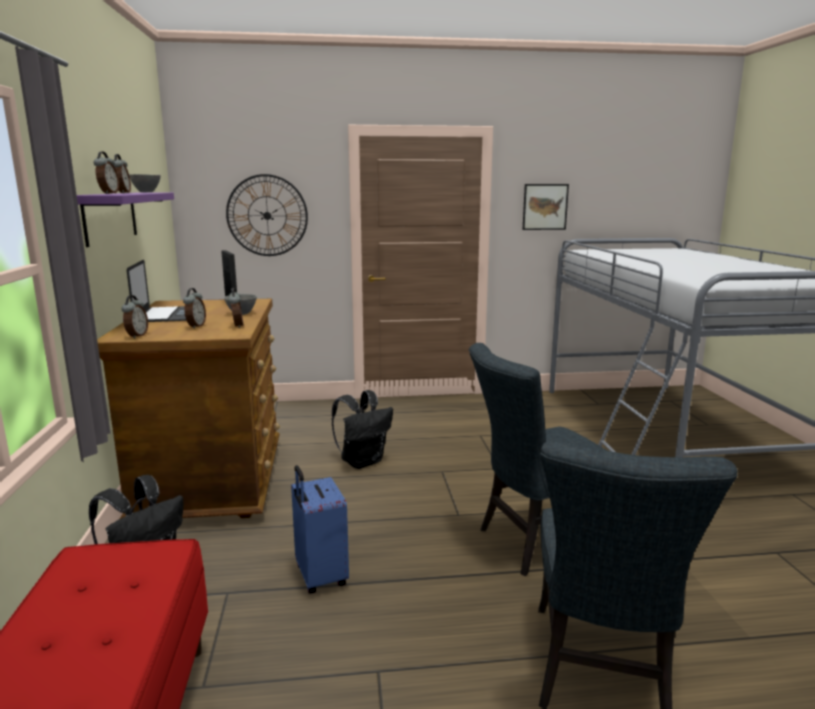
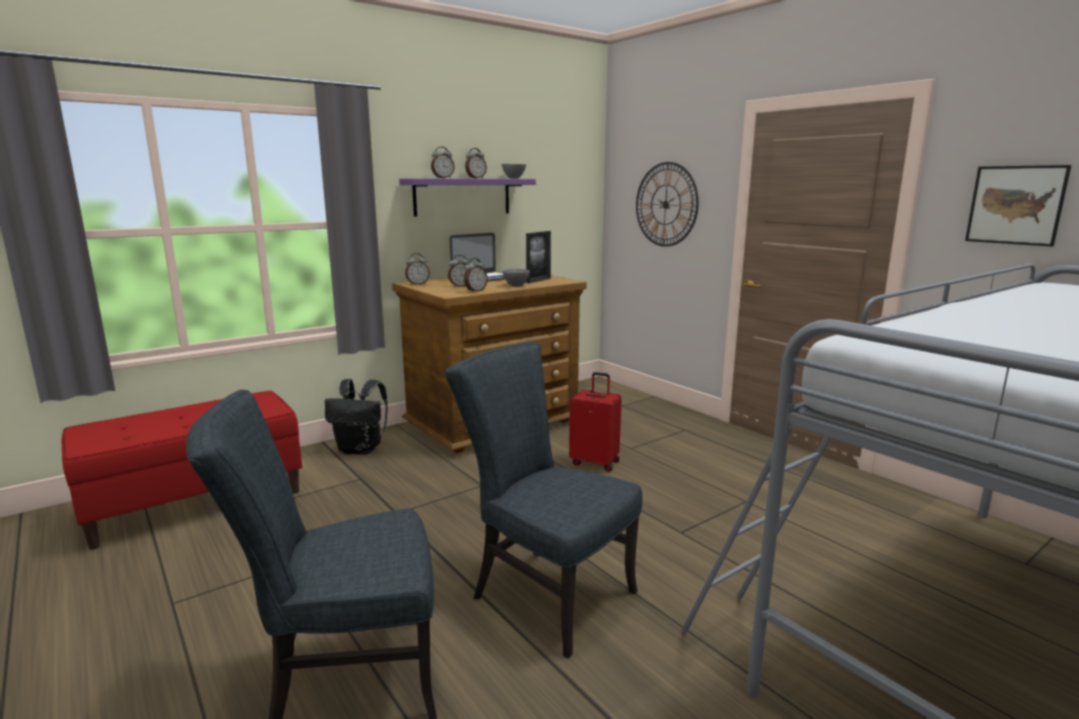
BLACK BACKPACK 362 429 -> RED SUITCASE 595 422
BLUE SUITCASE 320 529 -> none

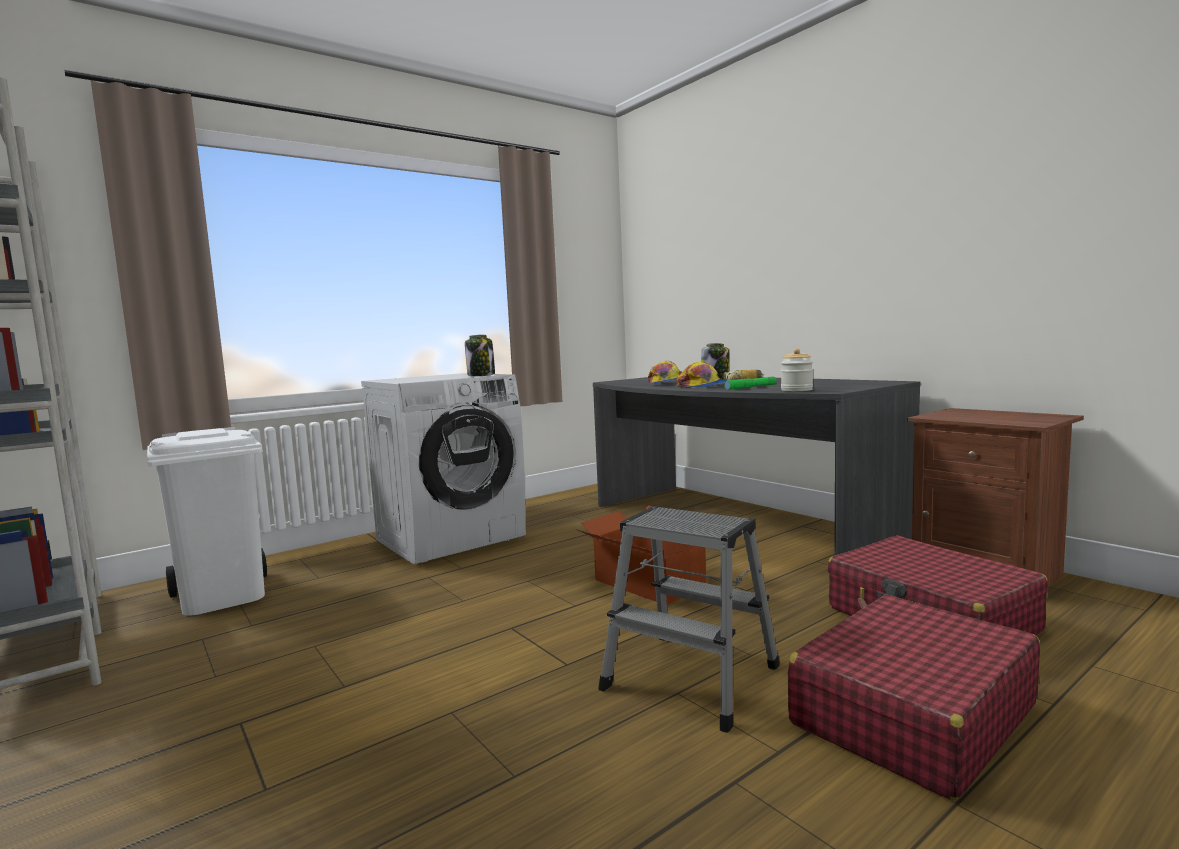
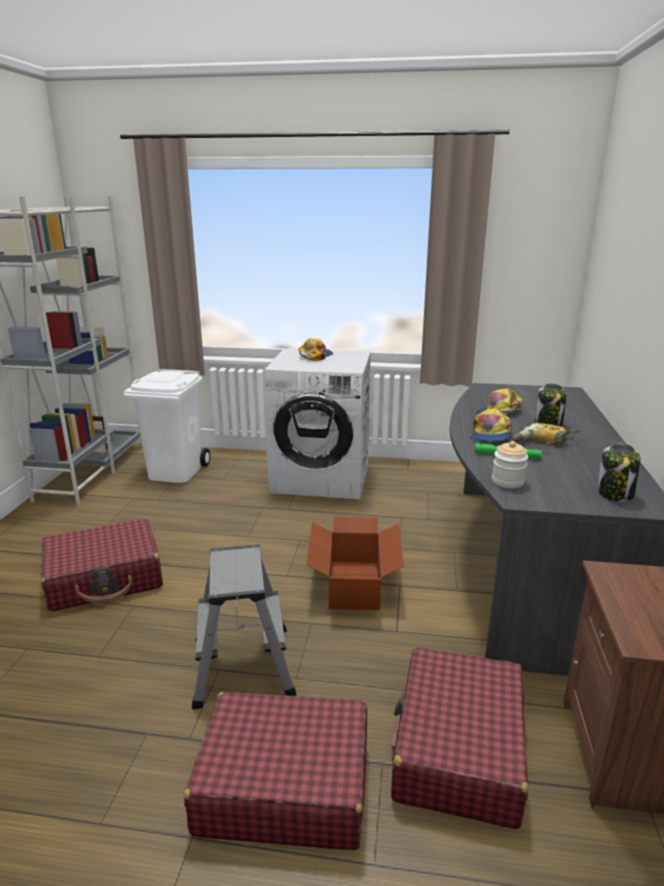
JAR 480 355 -> JAR 619 472, move
none -> CAP 316 349
none -> RED SUITCASE 102 564

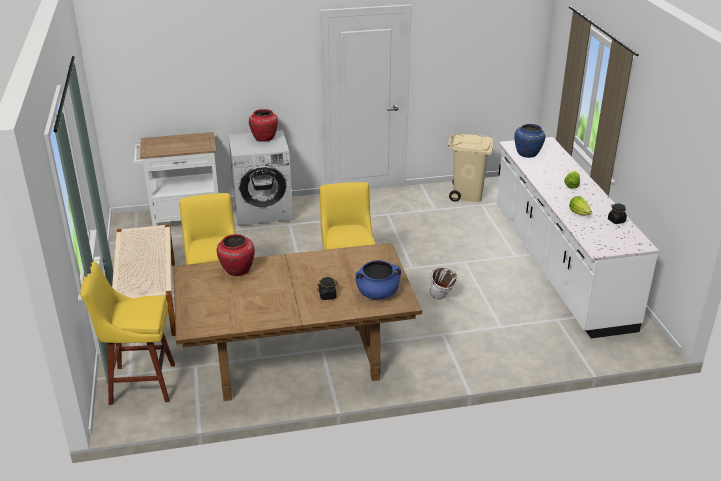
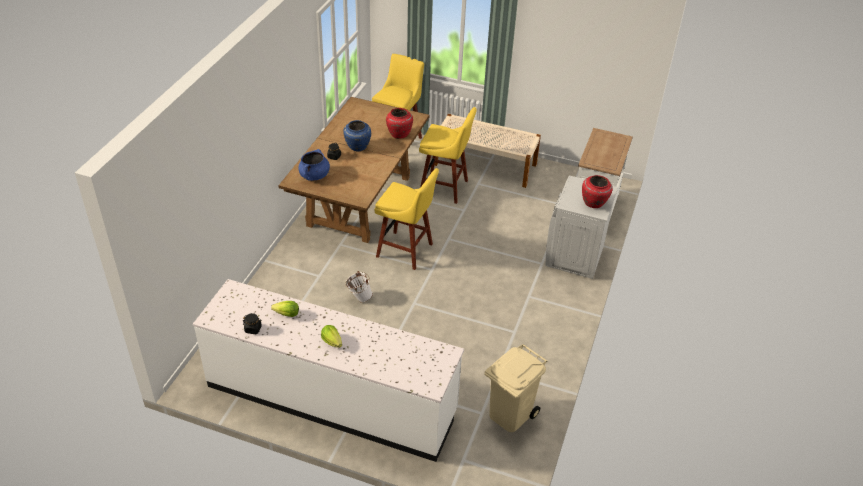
BLUE VASE 529 141 -> BLUE VASE 357 135, move

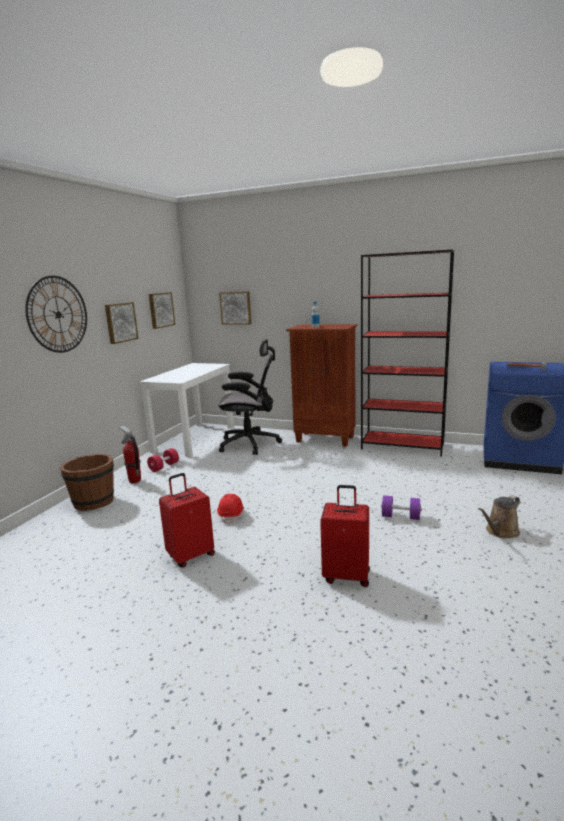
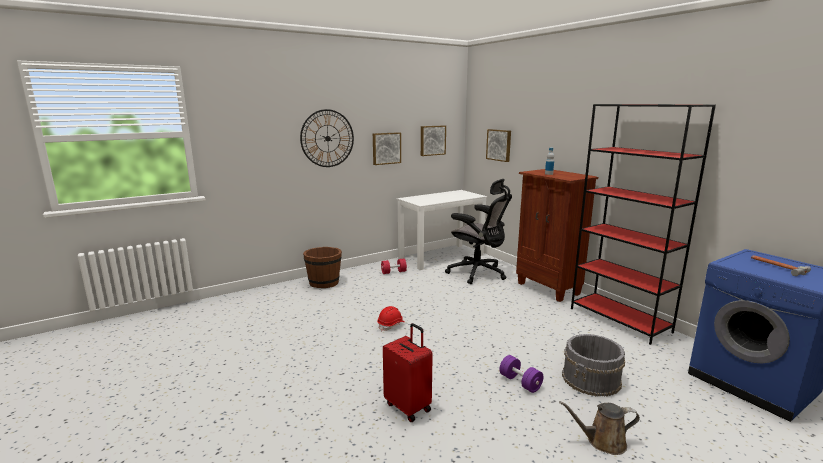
FIRE EXTINGUISHER 129 454 -> none
RED SUITCASE 187 520 -> none
none -> GREY BUCKET 593 365

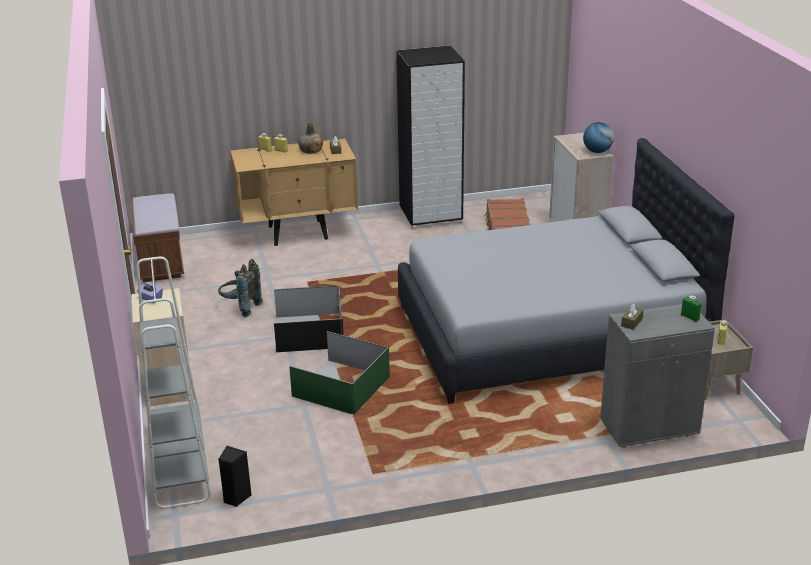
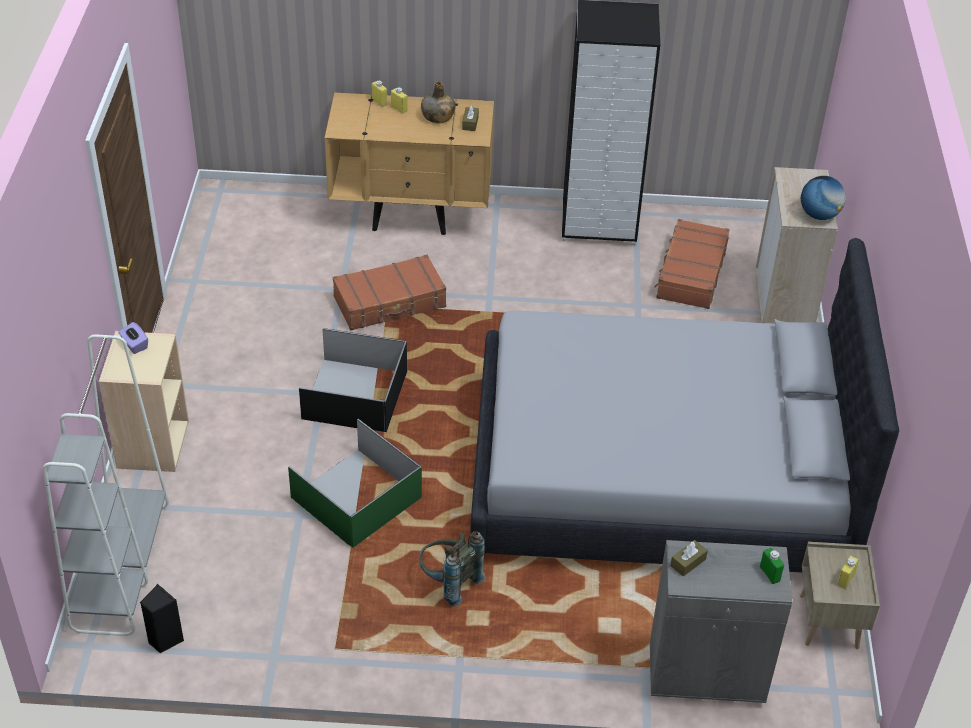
BROWN BENCH 157 237 -> none
GREY BACKPACK 240 288 -> GREY BACKPACK 452 569, move
none -> BROWN SUITCASE 389 292

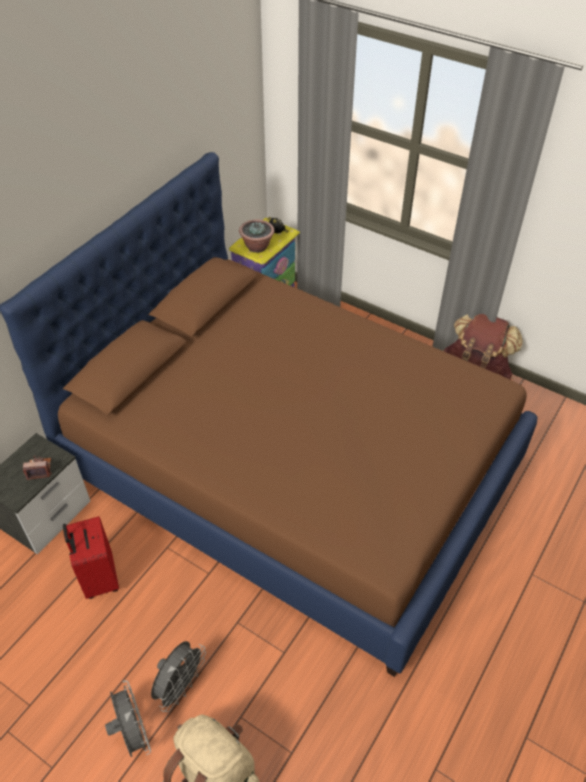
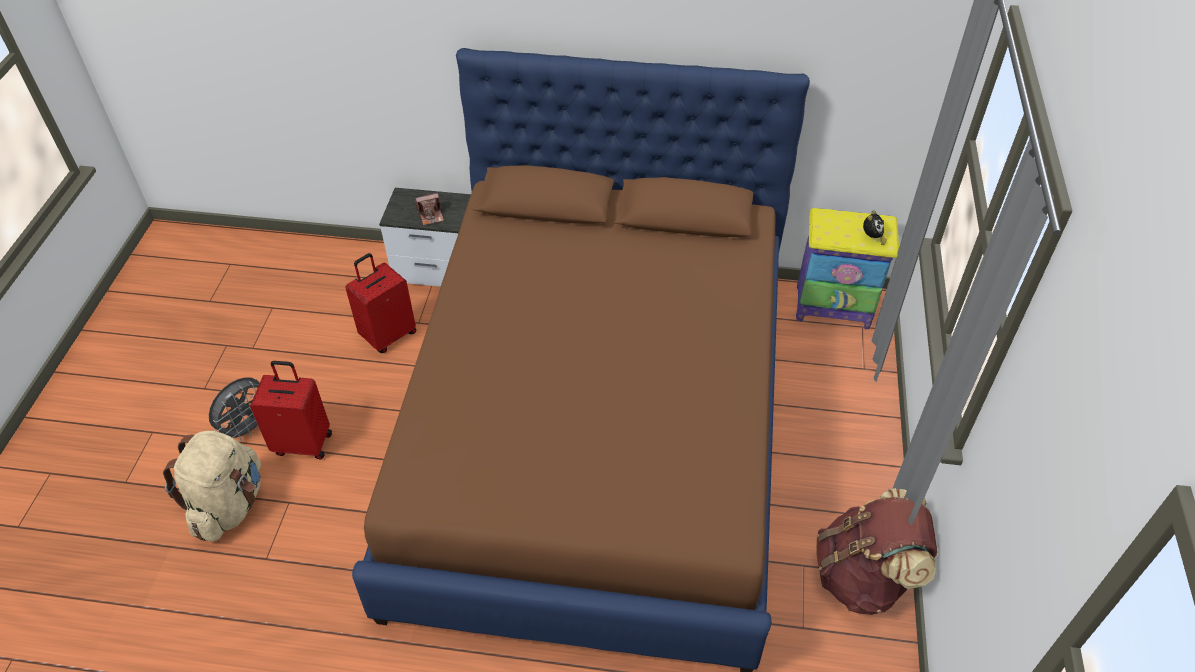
POTTED PLANT 256 236 -> none
PHOTO CAMERA 37 468 -> PHOTO CAMERA 429 208, 105 degrees clockwise
GREY FAN 178 676 -> RED SUITCASE 291 410

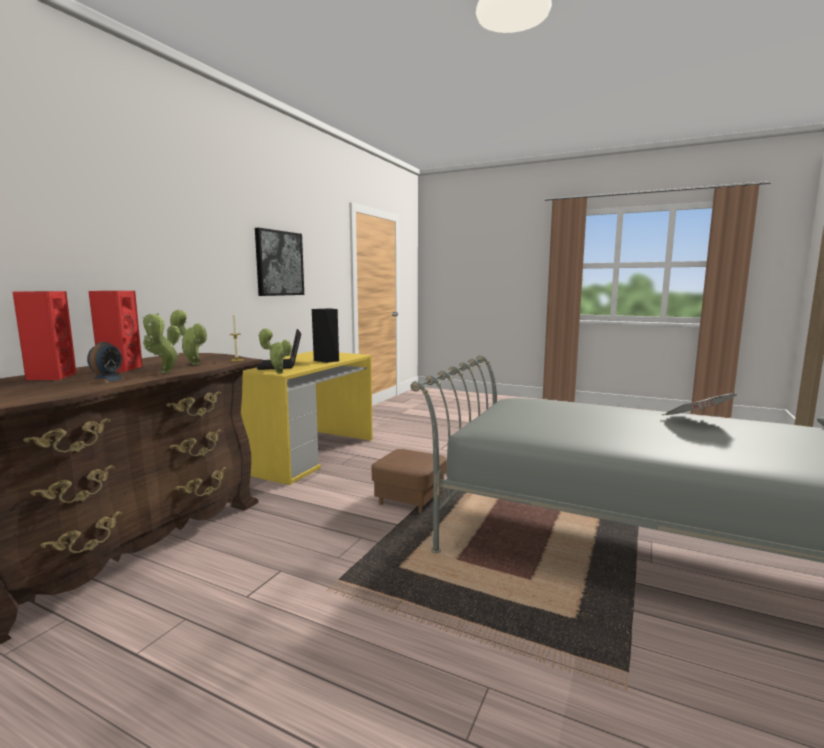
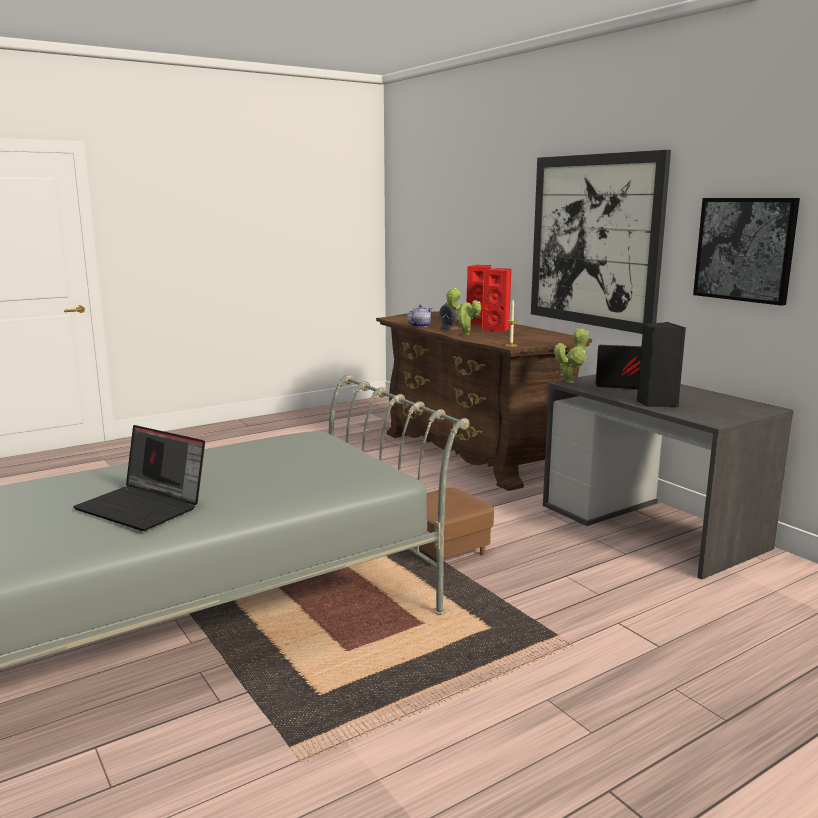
POTTED PLANT 188 337 -> none
YELLOW DESK 307 418 -> GREY DESK 668 476
NEWSPAPER 699 404 -> LAPTOP 139 478
none -> PICTURE 601 242
none -> TEAPOT 420 316

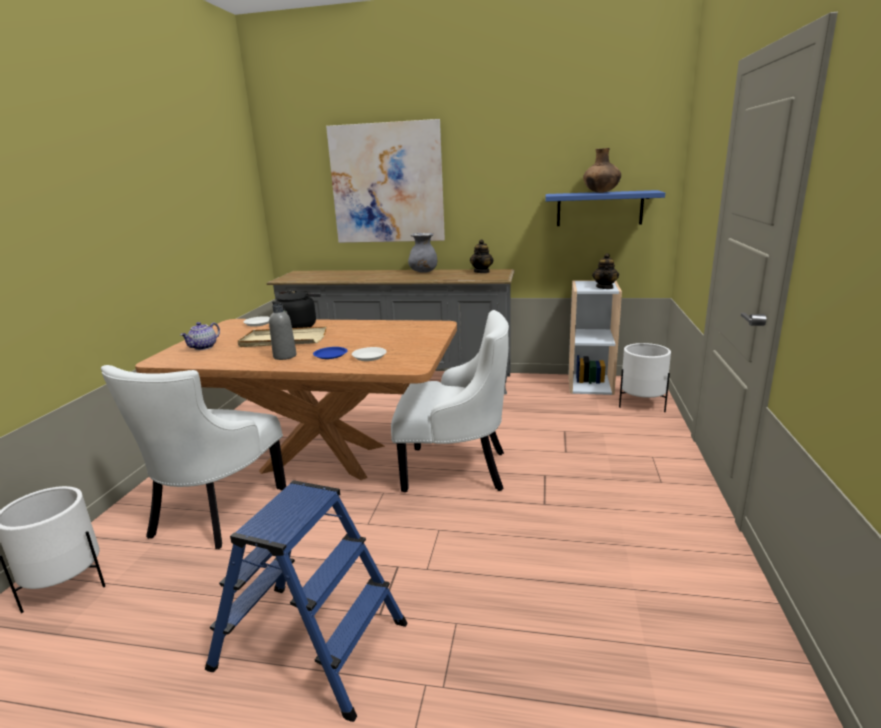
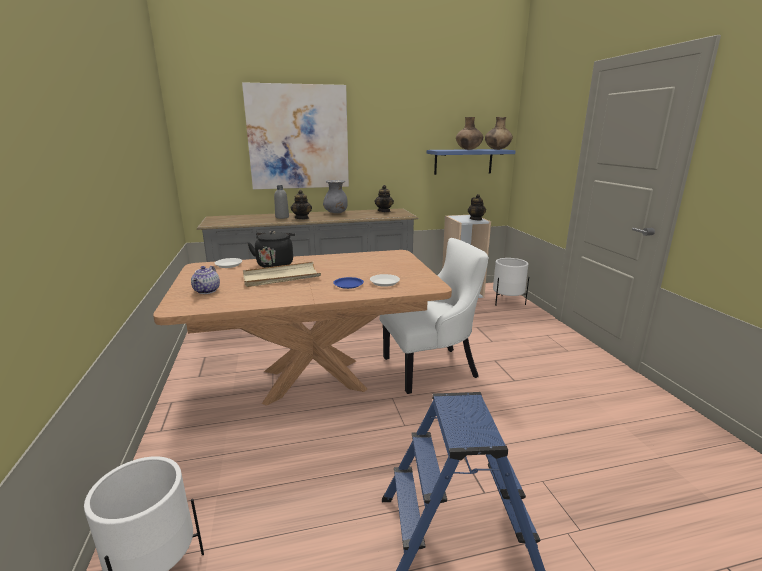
GREY BOTTLE 283 332 -> GREY BOTTLE 281 202, move
WHITE CHAIR 193 457 -> none
none -> BROWN VASE 499 133
none -> TEAPOT 301 204

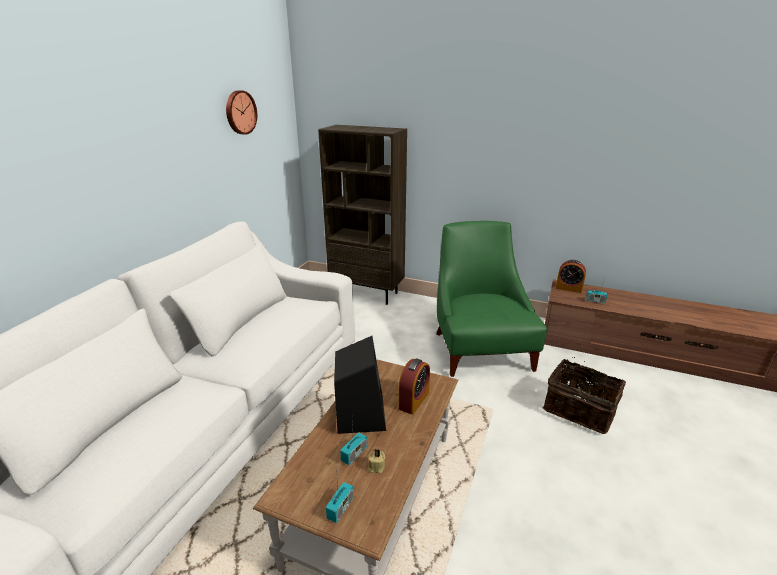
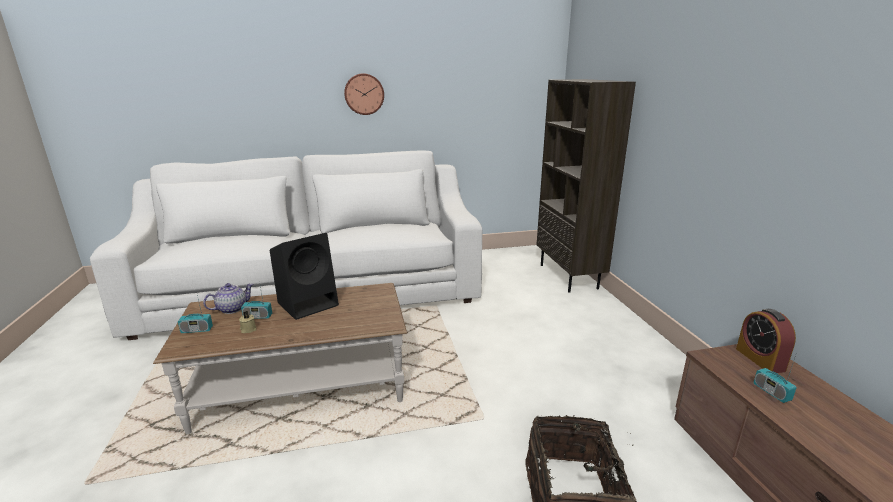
WALL CLOCK 241 112 -> WALL CLOCK 364 94, move
GREEN ARMCHAIR 491 299 -> none
ALARM CLOCK 414 386 -> none
none -> TEAPOT 228 298

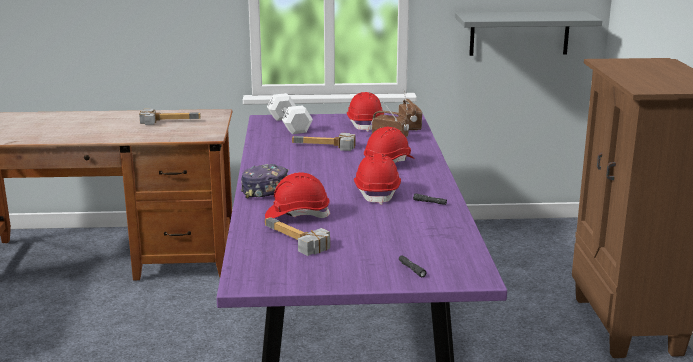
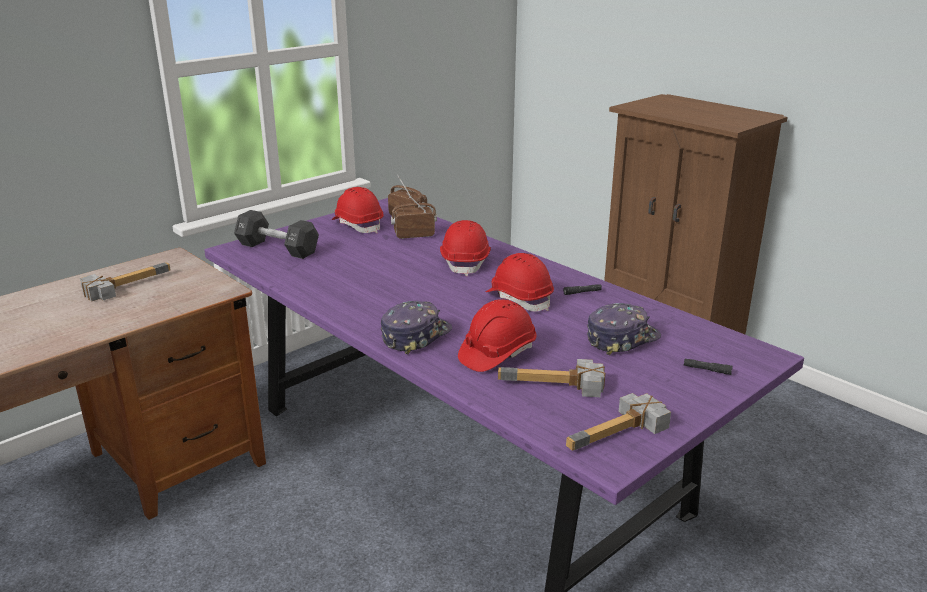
GREY SHELF 528 33 -> none
WHITE DUMBBELL 290 113 -> BLACK DUMBBELL 276 234
HAMMER 324 142 -> HAMMER 618 422, move
none -> CAP 624 329

